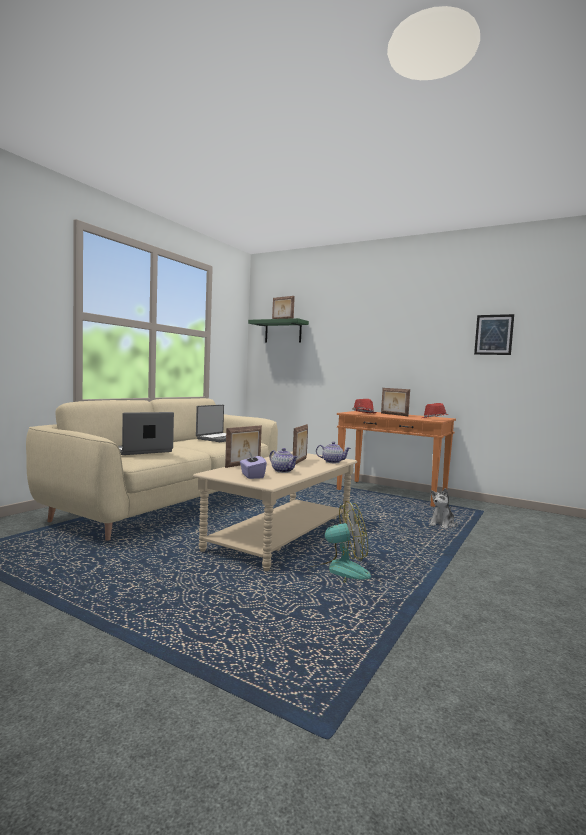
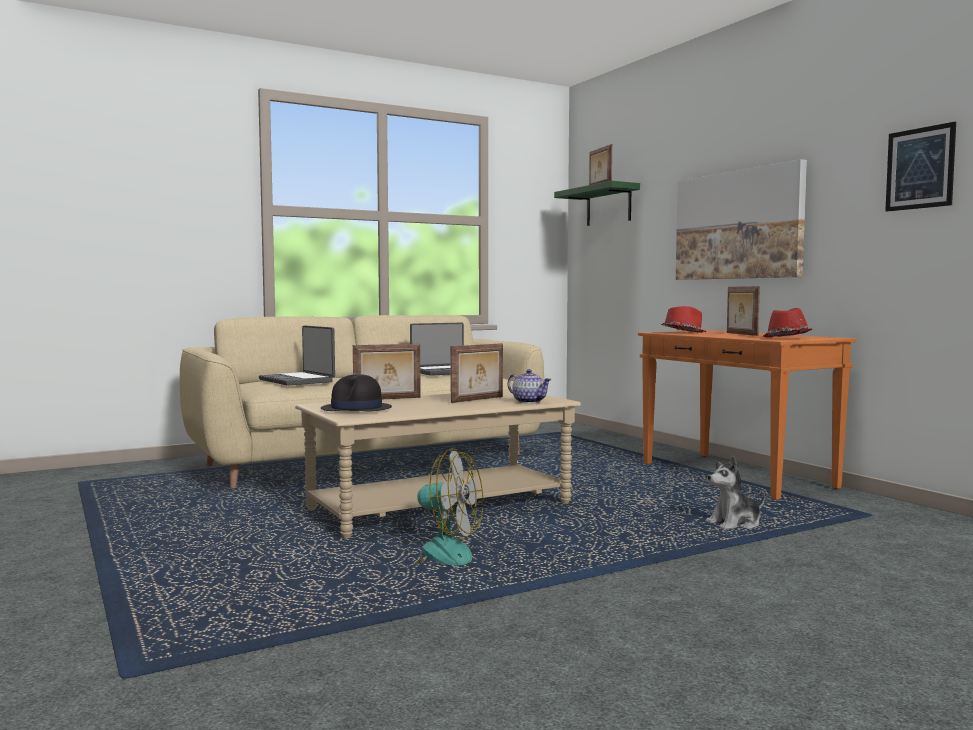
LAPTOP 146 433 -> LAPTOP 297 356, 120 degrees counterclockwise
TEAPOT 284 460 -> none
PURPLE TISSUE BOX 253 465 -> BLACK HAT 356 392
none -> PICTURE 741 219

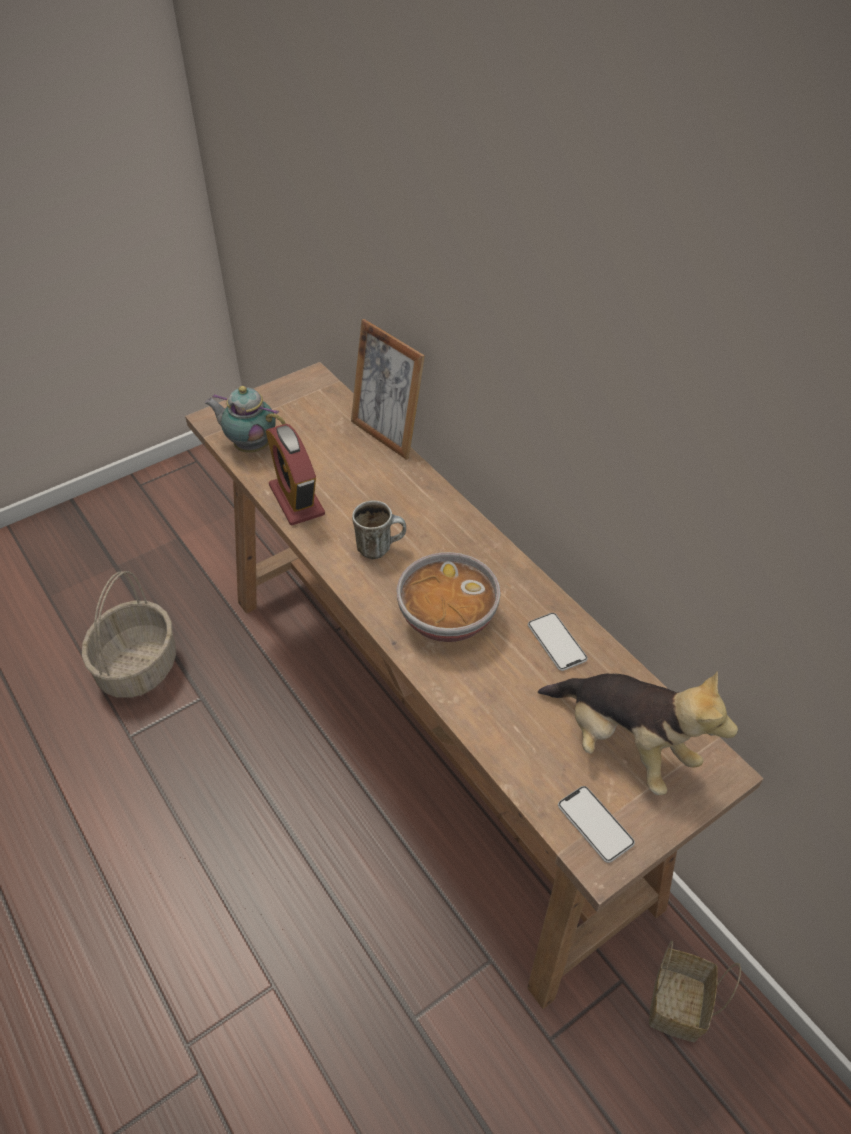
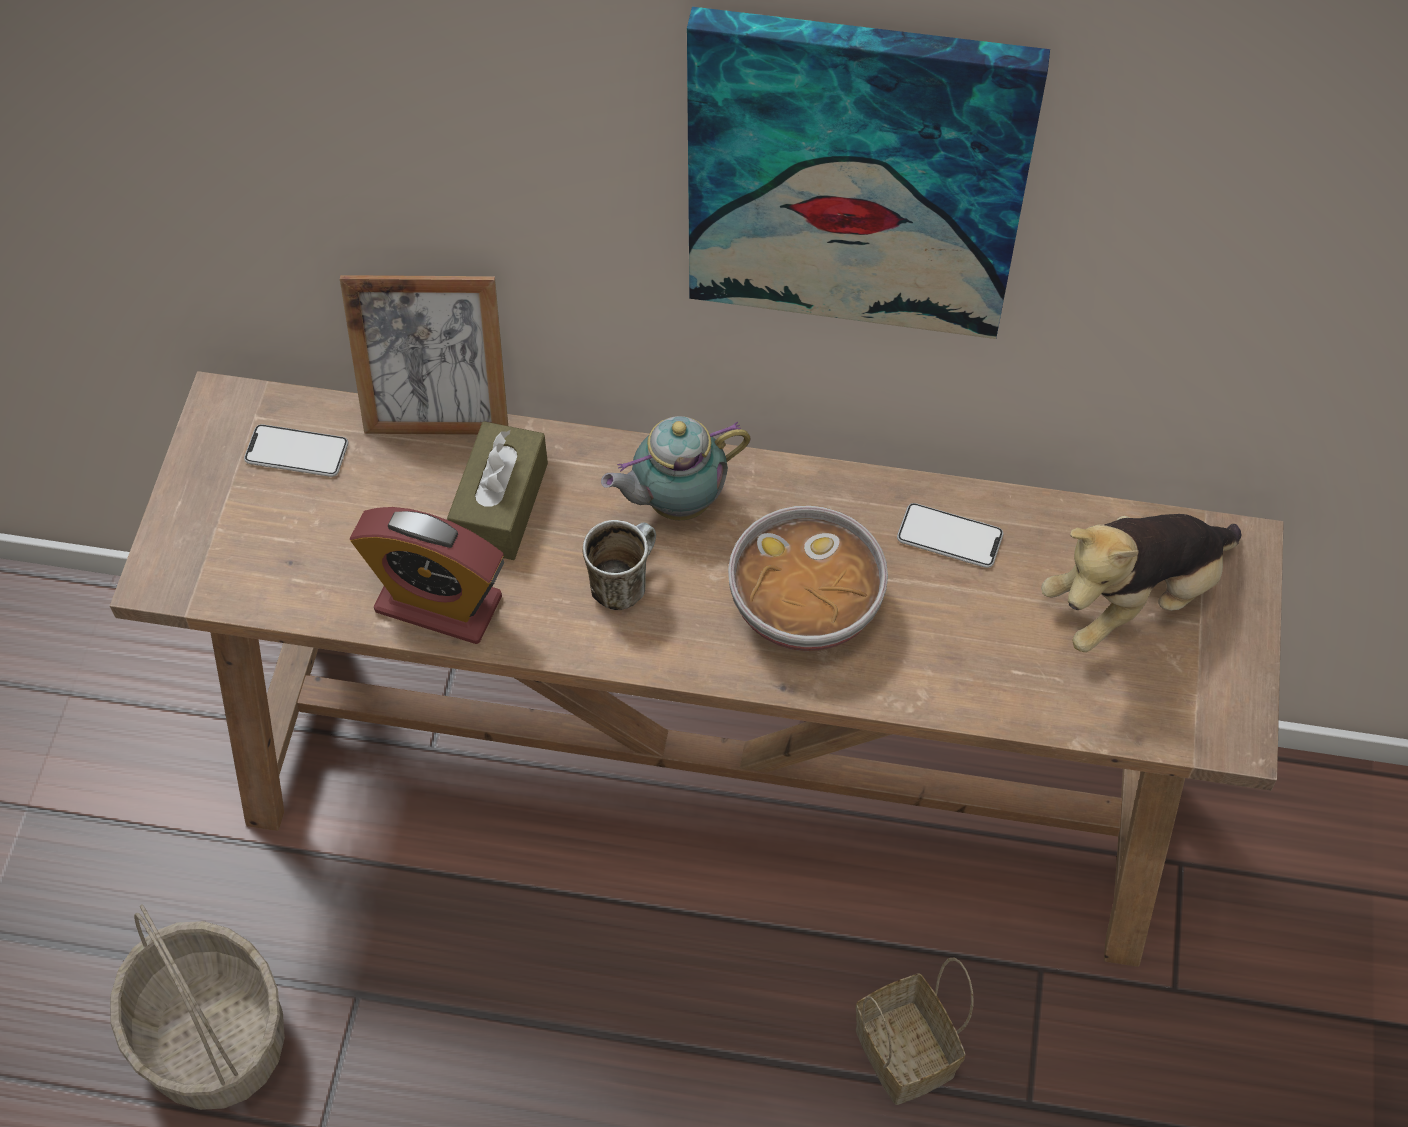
TEAPOT 245 419 -> TEAPOT 676 468, move
PLUSH TOY 638 733 -> PLUSH TOY 1141 583, 150 degrees clockwise
PHONE 596 824 -> PHONE 296 450, move
BASKET 695 991 -> BASKET 914 1031, move
none -> PICTURE 868 173
none -> BROWN TISSUE BOX 497 490

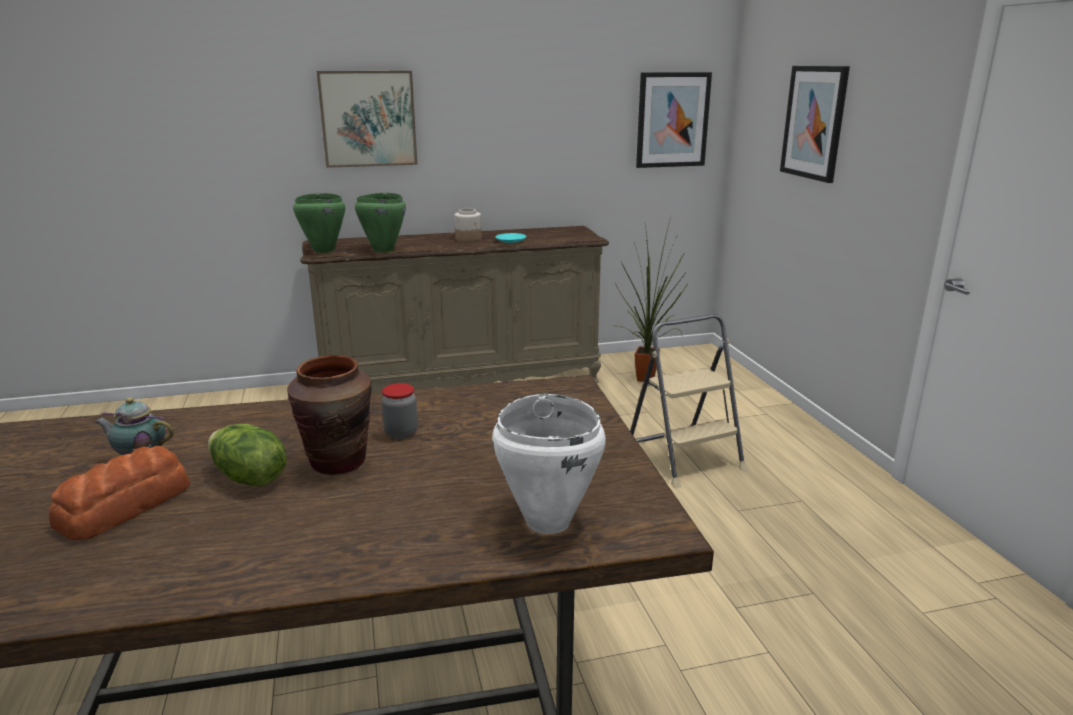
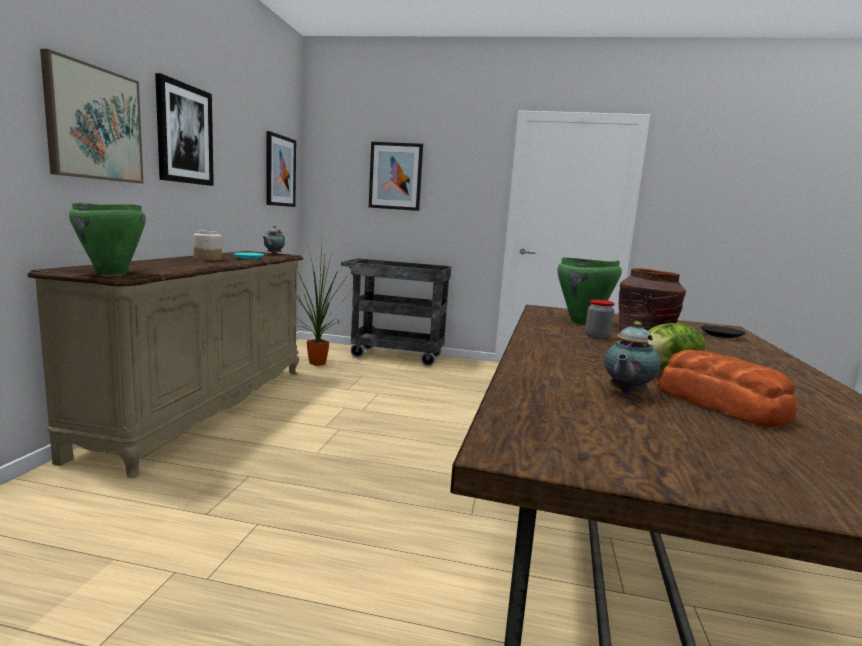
GREEN COOKING POT 380 222 -> GREEN COOKING POT 589 291, move
BEIGE STEP LADDER 689 401 -> none
WHITE COOKING POT 549 464 -> BLACK PLATE 723 332
none -> PICTURE 184 129
none -> TEAPOT 273 240
none -> BLACK CART 396 312

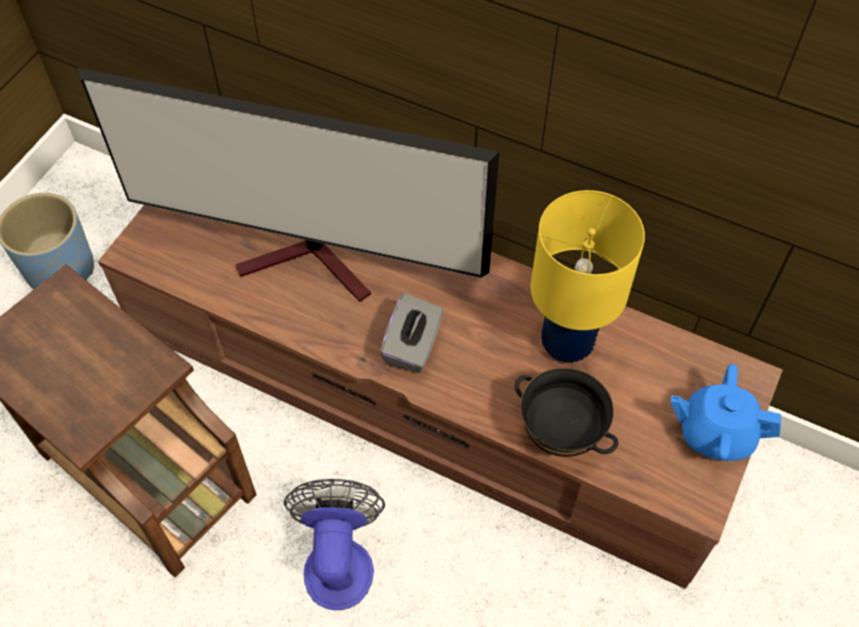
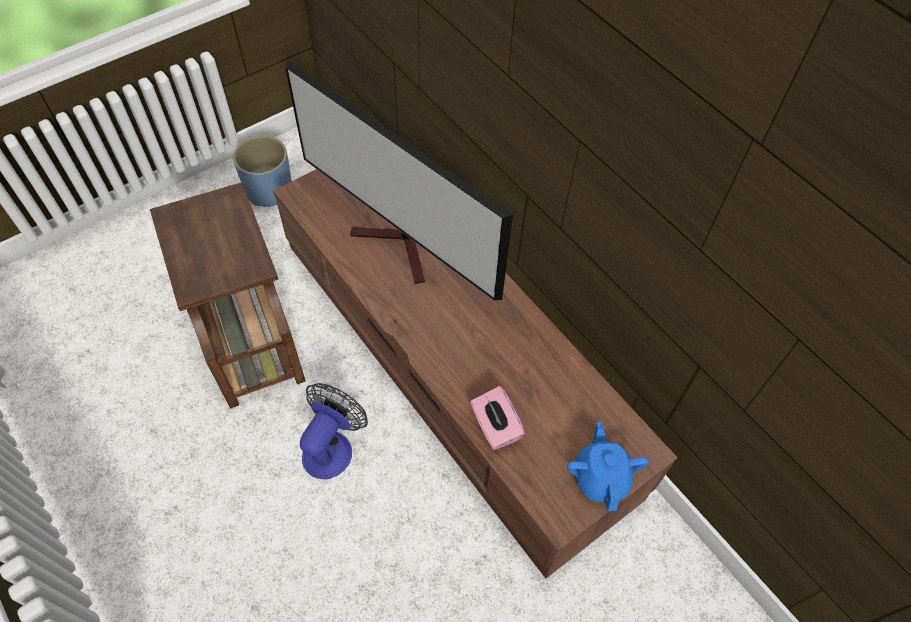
YELLOW TABLE LAMP 588 276 -> none
GREY TISSUE BOX 411 333 -> none
BLUE TEAPOT 726 412 -> BLUE TEAPOT 608 466, 45 degrees clockwise
BLACK BOWL 566 412 -> PINK TISSUE BOX 497 418

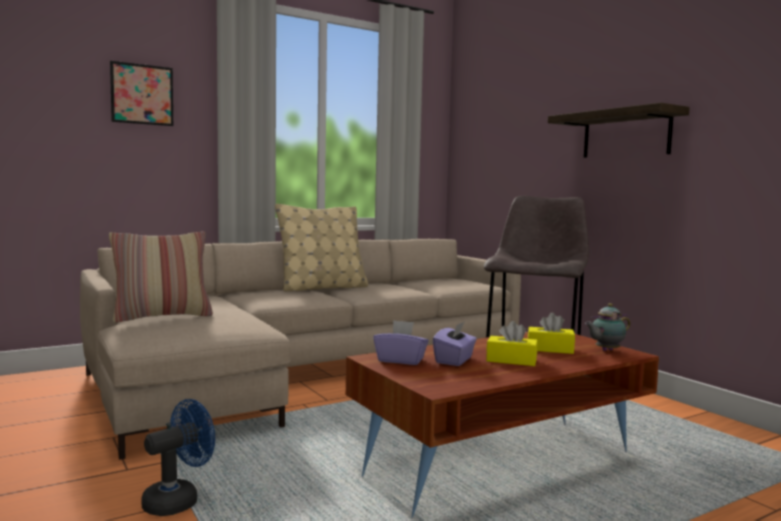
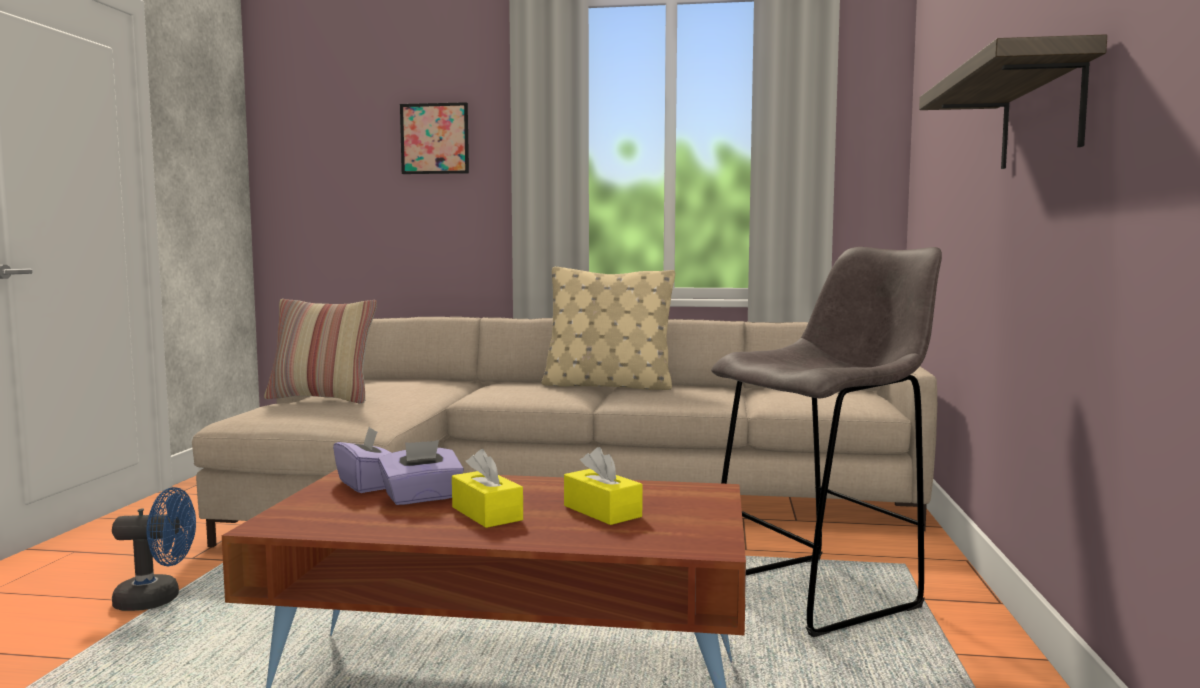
TEAPOT 608 327 -> none

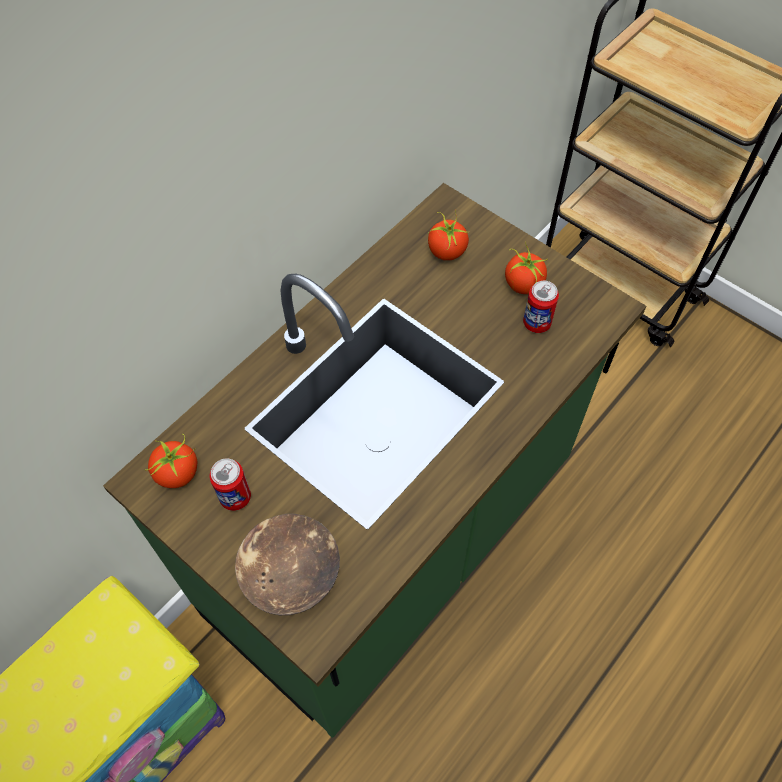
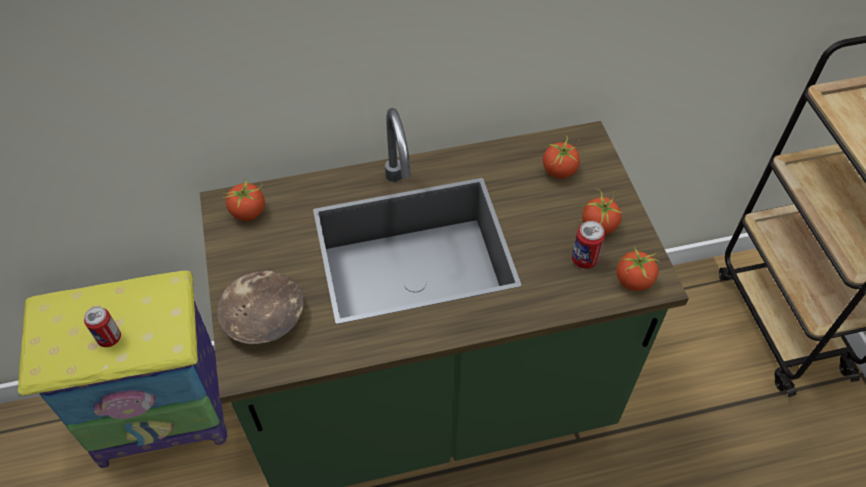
CAN 230 484 -> CAN 102 326, move
none -> TOMATO 638 269

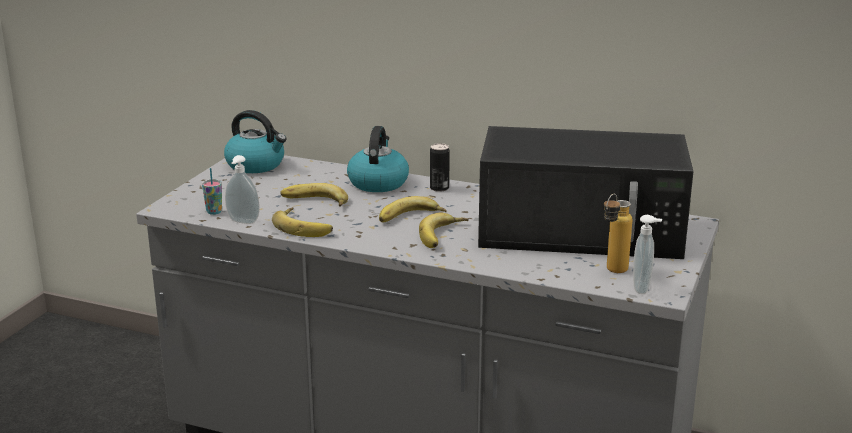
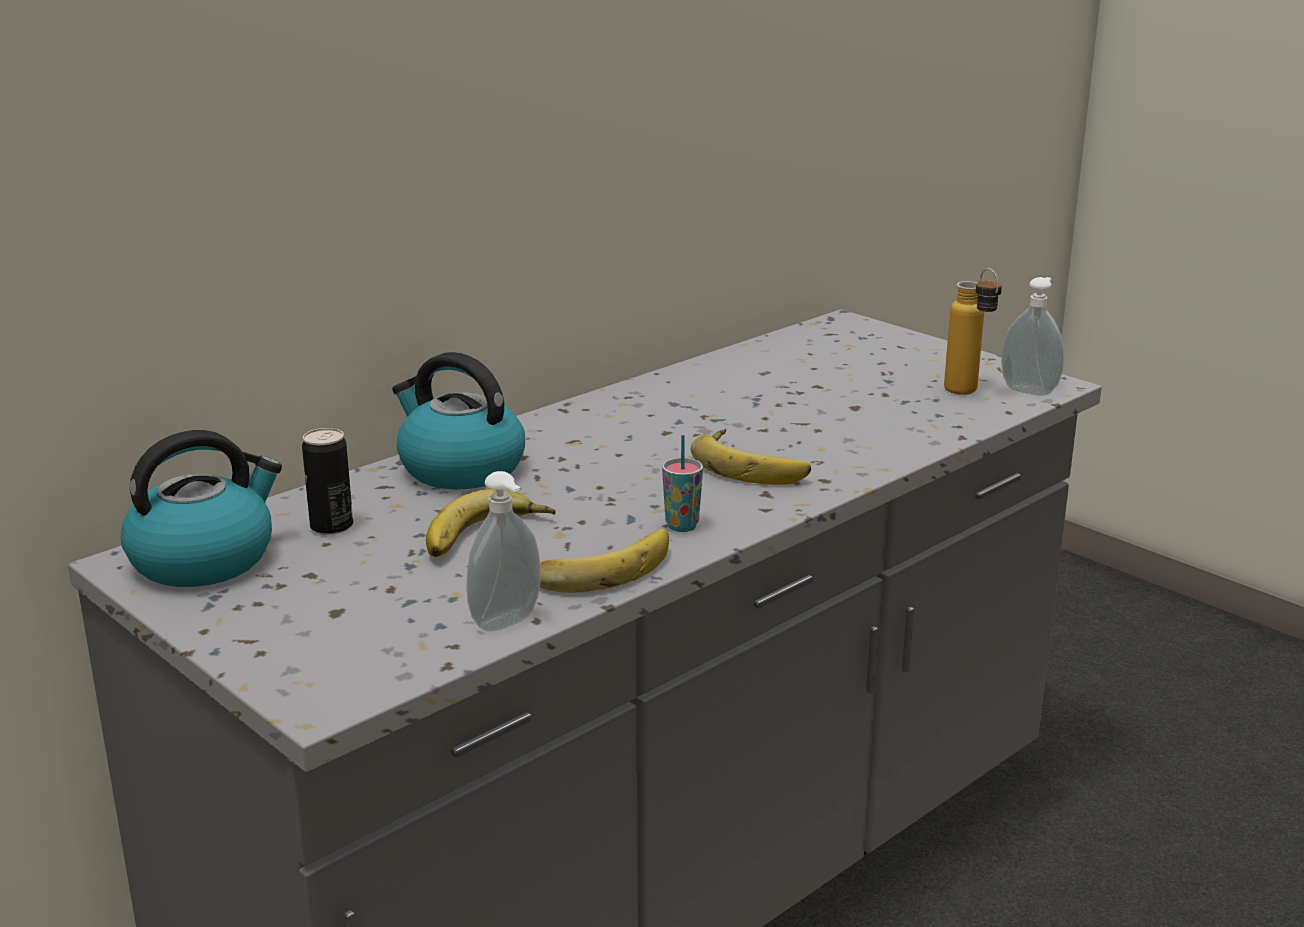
BLACK MICROWAVE 586 192 -> none
CAN 440 167 -> CAN 327 481, move
CUP 212 191 -> CUP 682 483, move
BANANA 413 209 -> none

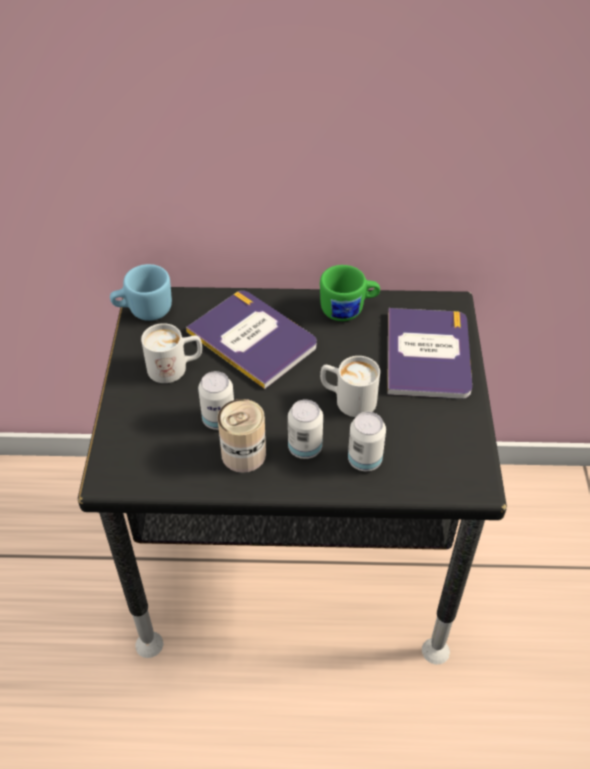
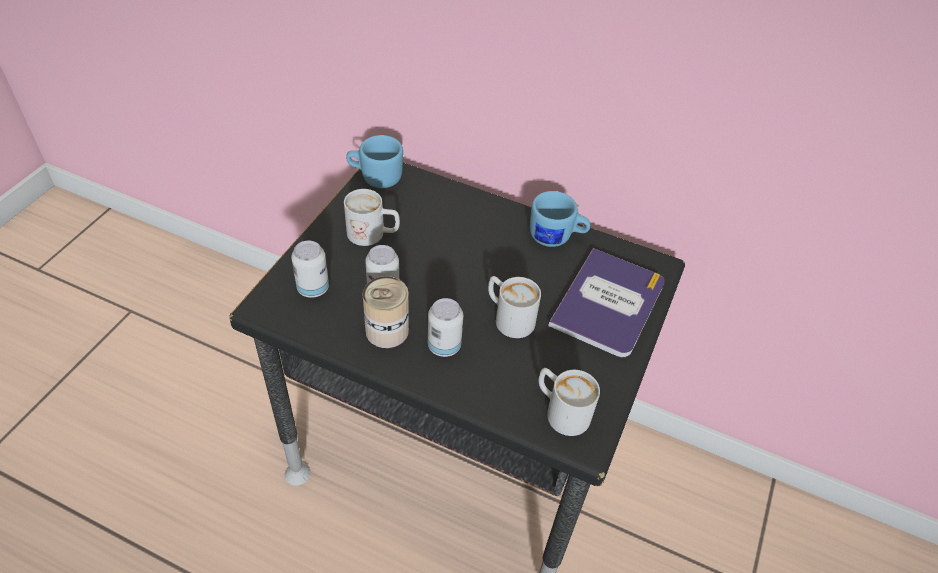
GREEN MUG 350 293 -> BLUE MUG 560 219
BOOK 251 340 -> none
CAN 367 441 -> CAN 310 269, move
none -> WHITE MUG 569 402

